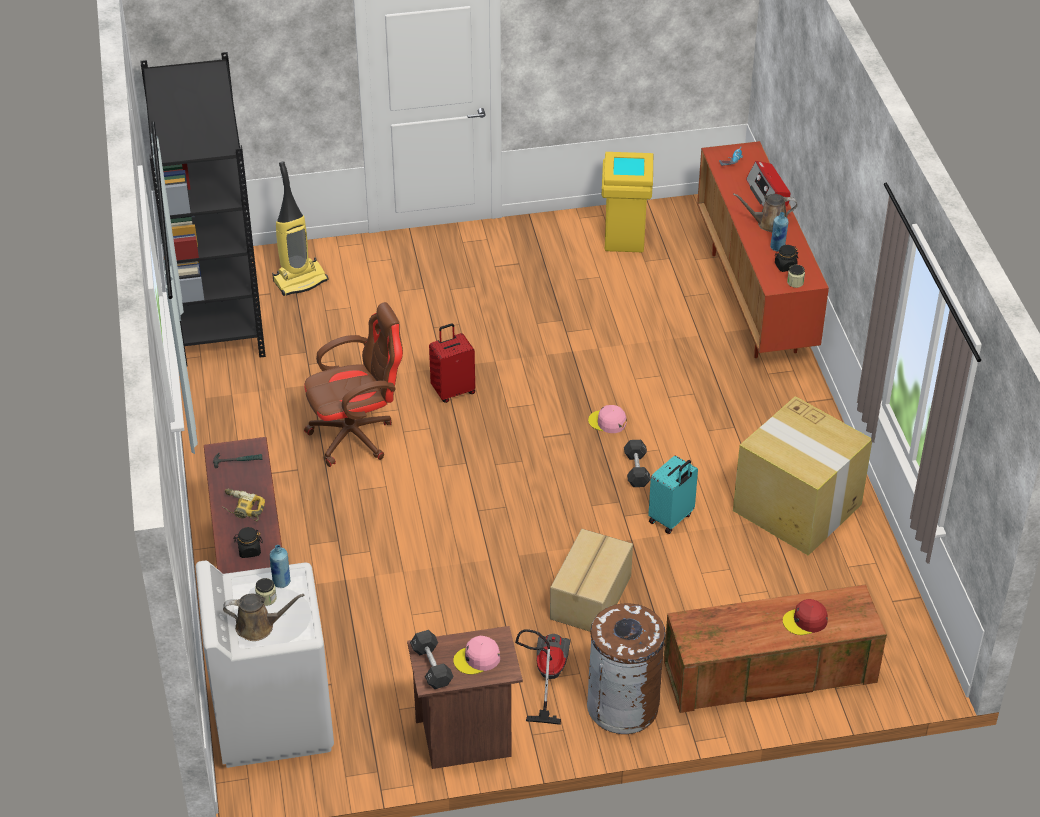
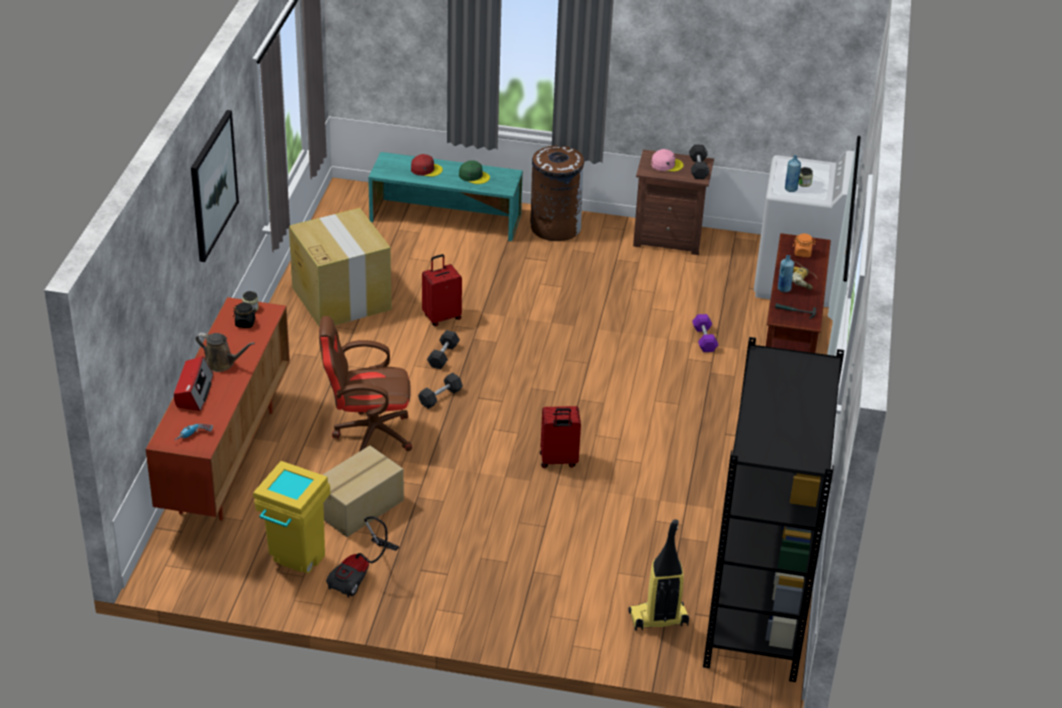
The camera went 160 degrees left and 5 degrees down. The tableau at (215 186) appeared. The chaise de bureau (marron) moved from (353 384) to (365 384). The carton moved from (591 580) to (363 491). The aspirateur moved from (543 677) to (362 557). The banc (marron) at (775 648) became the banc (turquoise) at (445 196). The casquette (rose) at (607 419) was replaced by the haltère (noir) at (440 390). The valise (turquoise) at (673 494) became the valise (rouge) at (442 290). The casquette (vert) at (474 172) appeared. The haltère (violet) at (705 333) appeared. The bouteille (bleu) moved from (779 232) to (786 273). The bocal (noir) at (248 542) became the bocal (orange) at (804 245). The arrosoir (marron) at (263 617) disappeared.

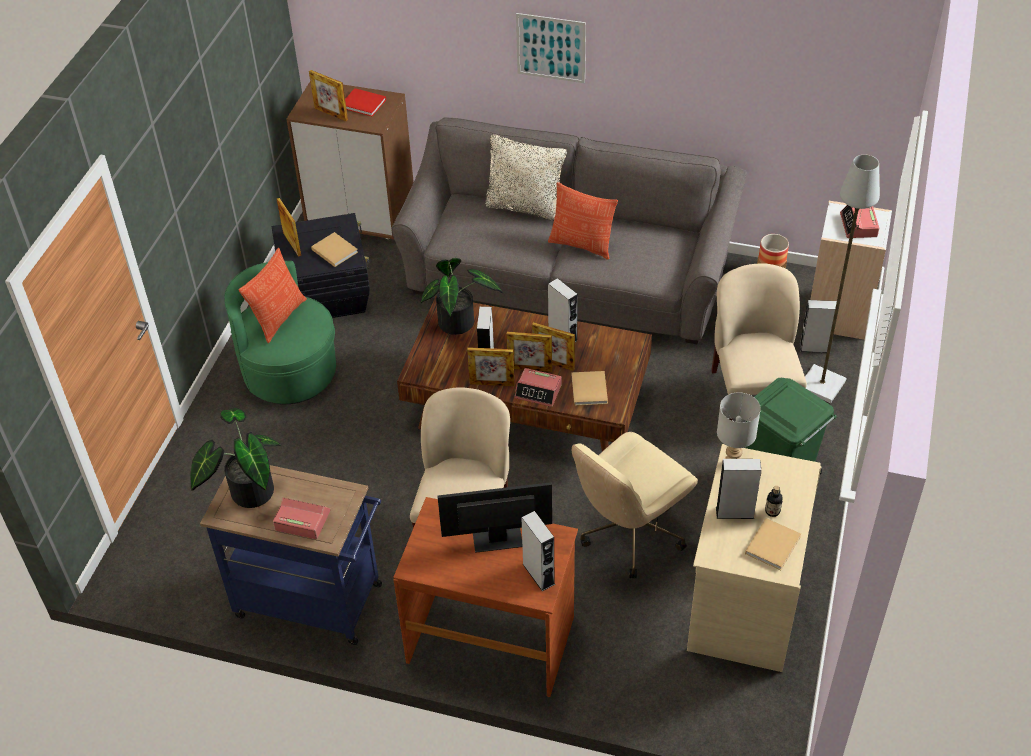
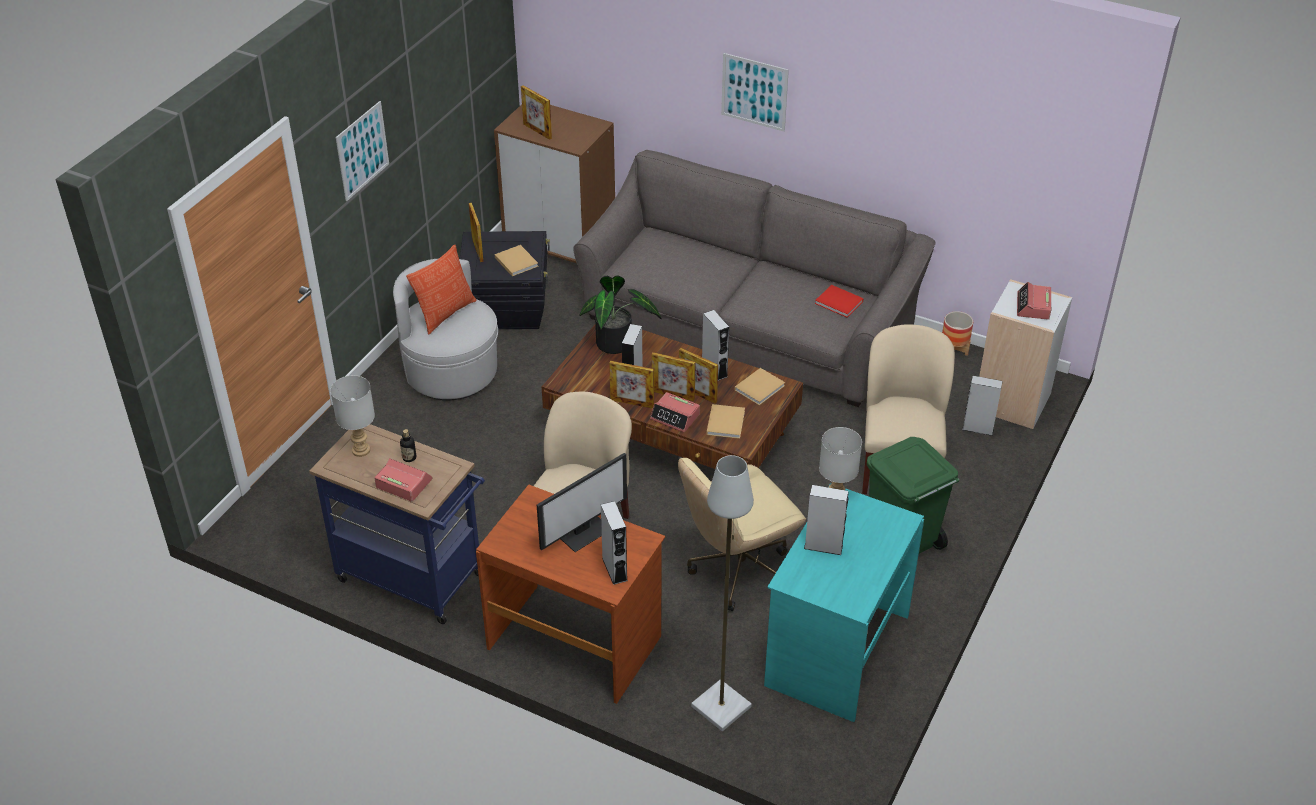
The camera went 10 degrees right and 5 degrees down. The plante en pot at (235 458) was replaced by the lampe de table (gris) at (352 416). The tableau at (362 151) appeared. The fauteuil (vert) at (280 332) became the fauteuil (blanc) at (445 330). The bouteille moved from (774 501) to (408 445). The écran d'ordinateur at (494 517) turned 135 degrees clockwise. The lampadaire (gris) moved from (842 279) to (722 593). The livre (beige) moved from (773 544) to (760 386). The bureau (beige) at (754 558) became the bureau (turquoise) at (844 602). The livre (rouge) moved from (365 102) to (839 301). The coussin (beige) at (526 178) disappeared. The coussin (orange) at (583 221) disappeared.

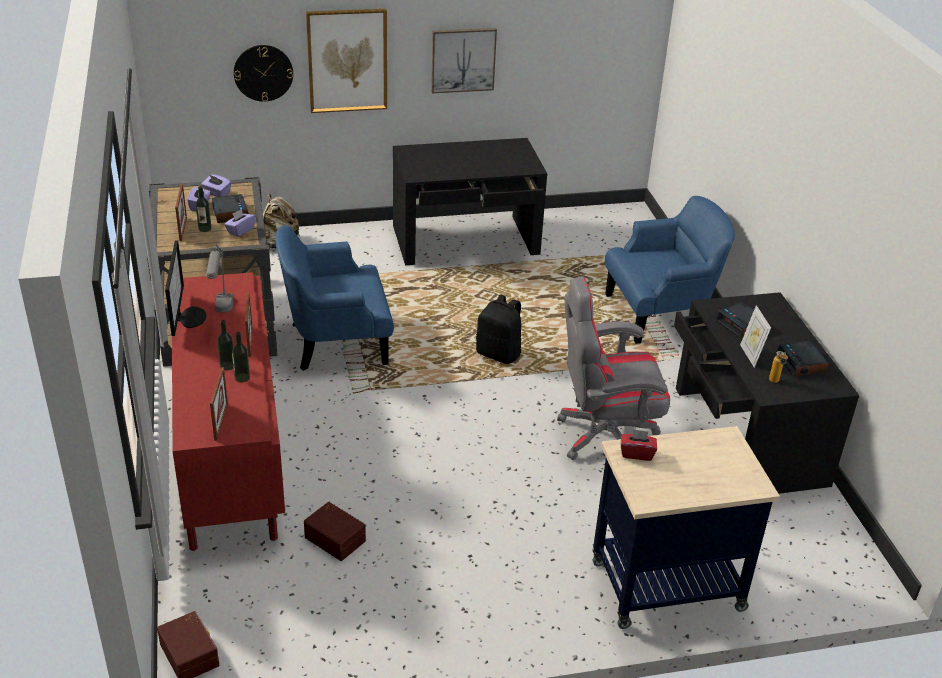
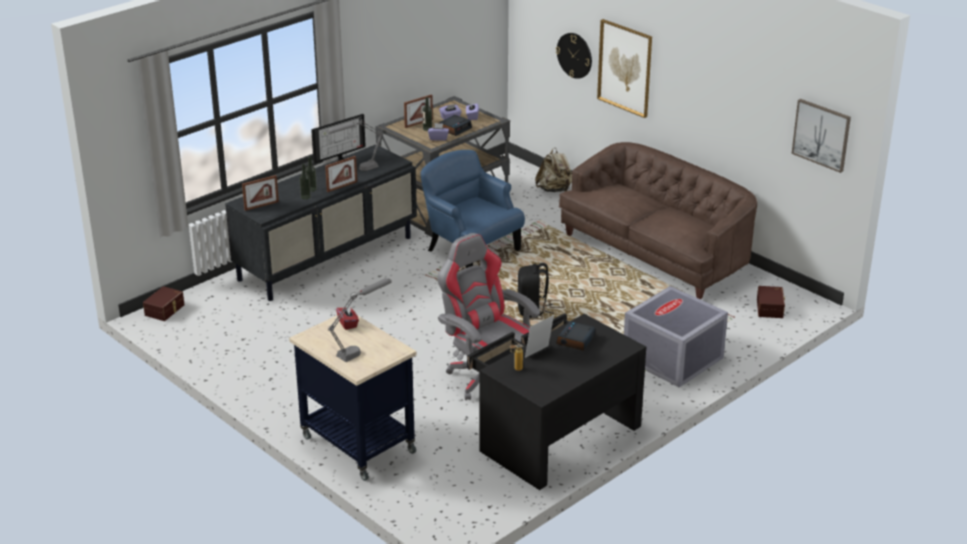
The camera went 60 degrees right and 5 degrees down. The meuble de rangement (rouge) at (228 411) became the meuble de rangement (noir) at (321 222). The lampe de table (gris) at (360 320) appeared. The bureau (noir) at (470 201) was replaced by the canapé (marron) at (658 220). The fauteuil (bleu) at (670 270) was replaced by the boîte de rangement (gris) at (676 336). The boîte de rangement (marron) moved from (335 531) to (771 302). The tableau moved from (464 60) to (821 136). The réveil at (802 359) disappeared.

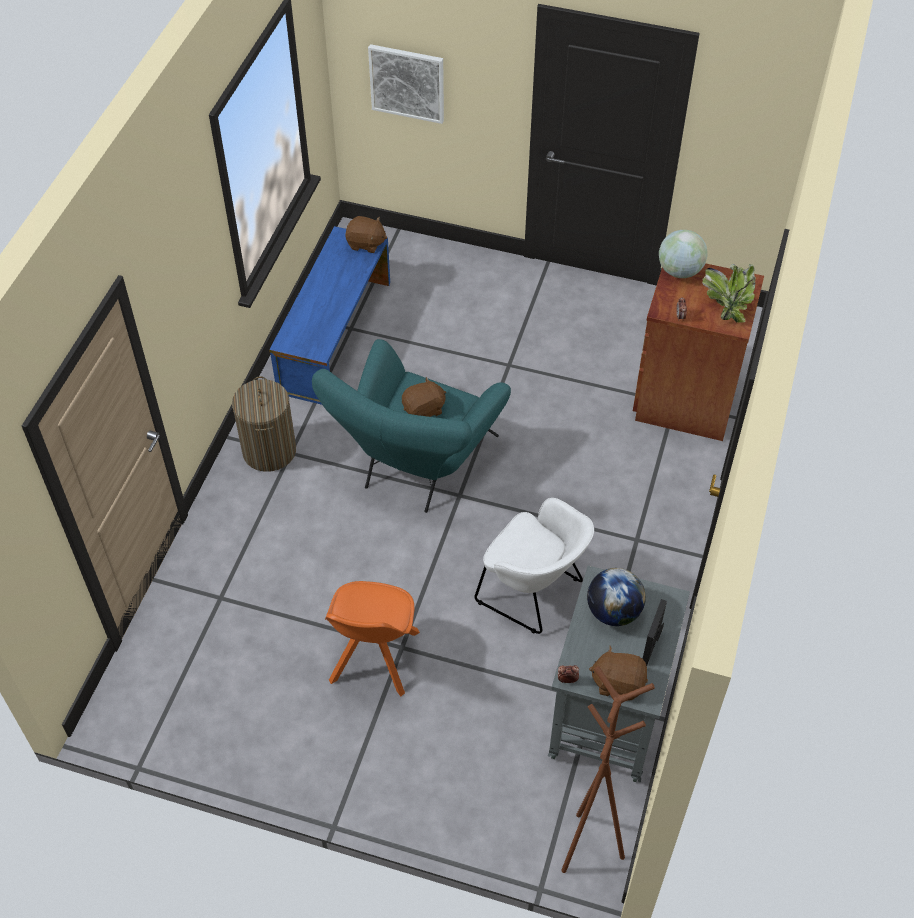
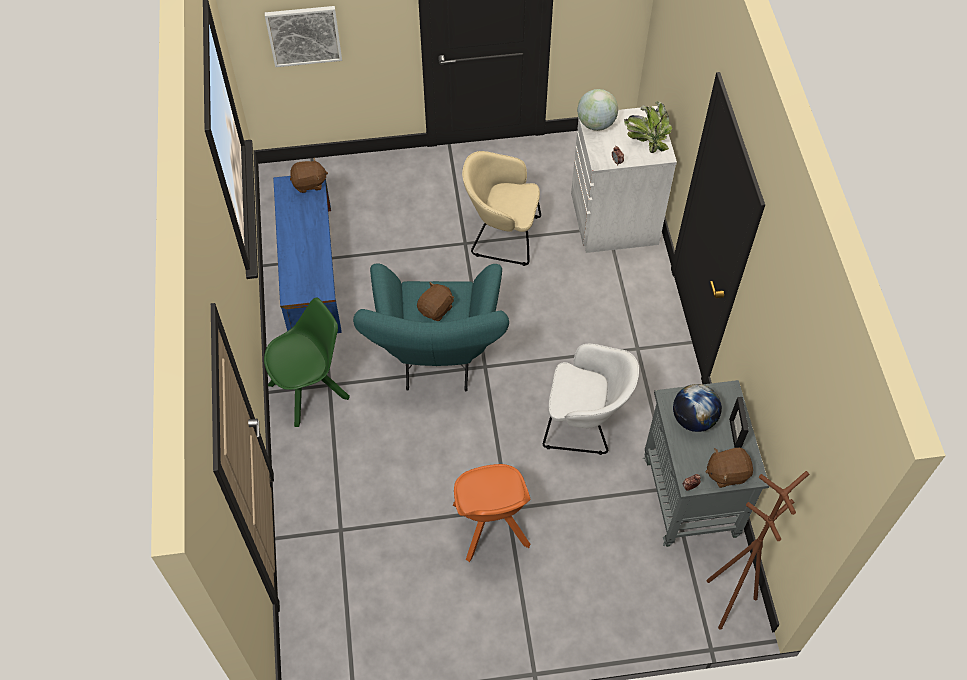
The camera went 25 degrees left and 5 degrees up. The panier à linge at (264 424) was replaced by the chaise (vert) at (307 362). The fauteuil (beige) at (501 208) appeared. The commode (marron) at (698 352) became the commode (blanc) at (624 179).

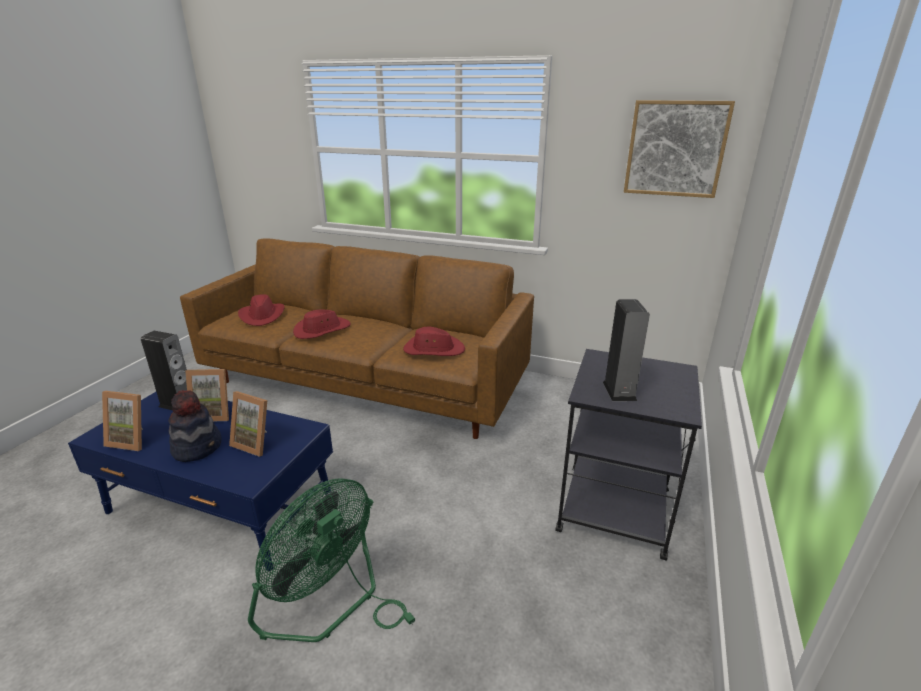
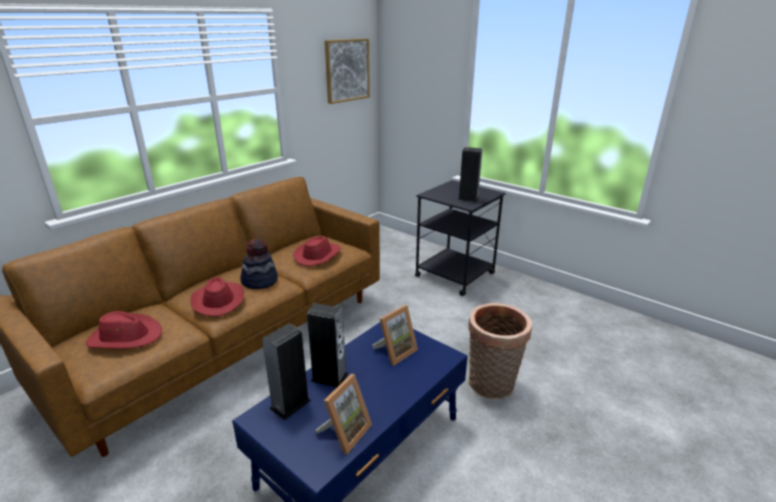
The camera went 70 degrees left and 0 degrees up. The chapeau moved from (195 426) to (259 264). The cadre photo at (207 395) was replaced by the enceinte at (327 345). The ventilateur (vert) at (331 560) was replaced by the panier at (500 351).

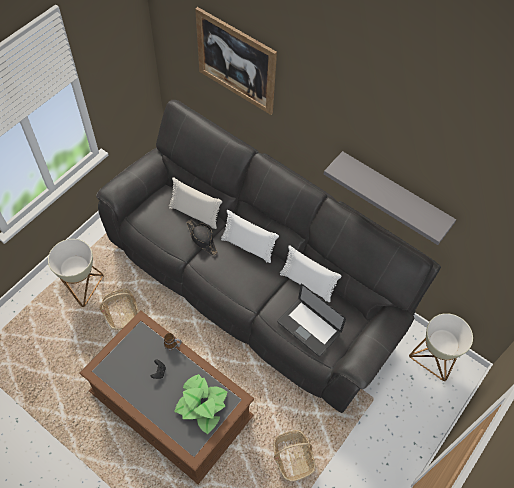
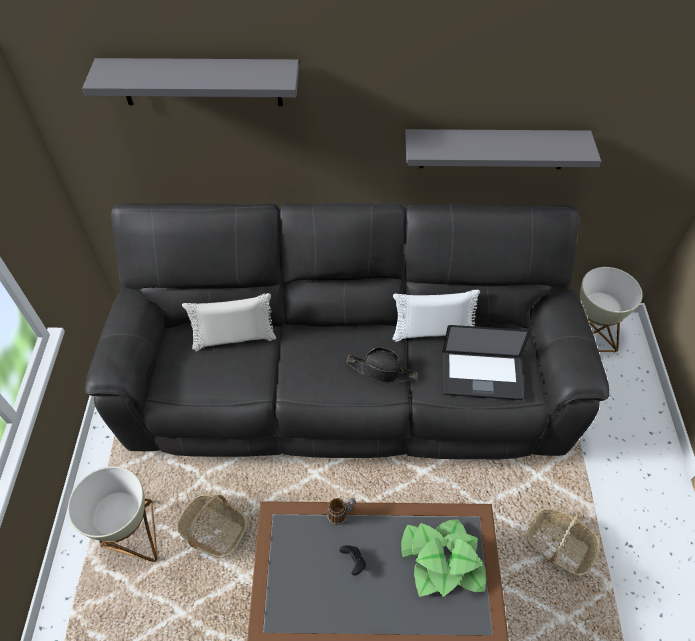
The camera went 35 degrees left and 5 degrees down. The tableau at (236 61) was replaced by the étagère (gris) at (190 82). The chapeau (noir) moved from (202 238) to (382 365). The coussin (blanc) at (250 236) disappeared.

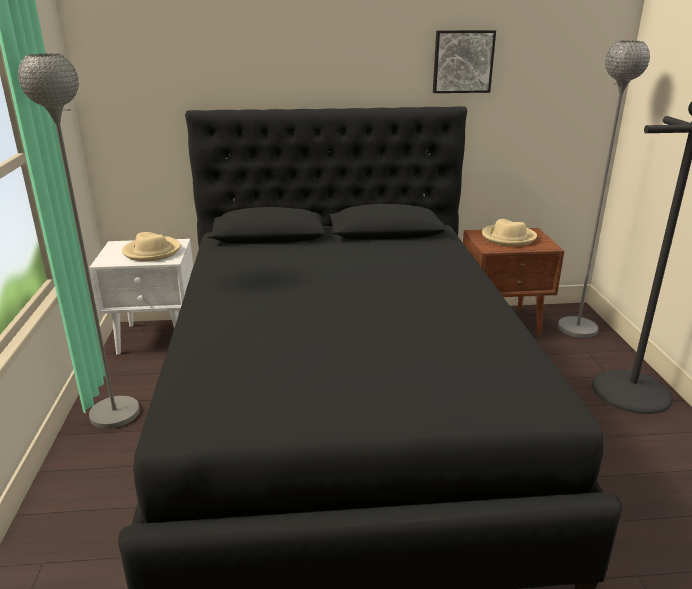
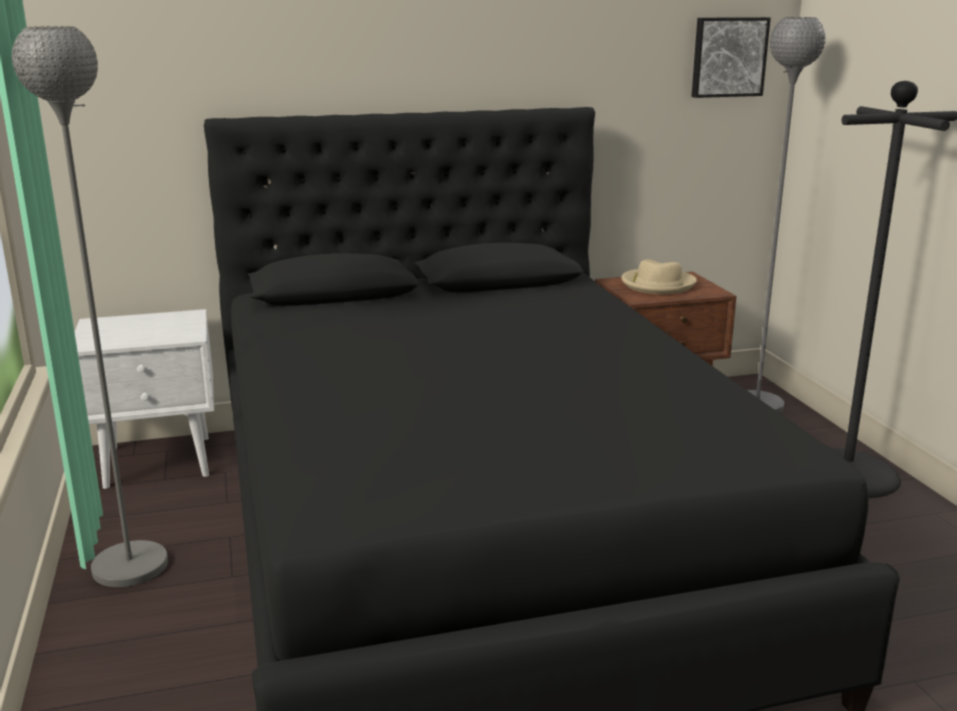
The camera went 10 degrees left and 5 degrees down. The tableau moved from (464 61) to (731 57). The chapeau (beige) at (151 246) disappeared.

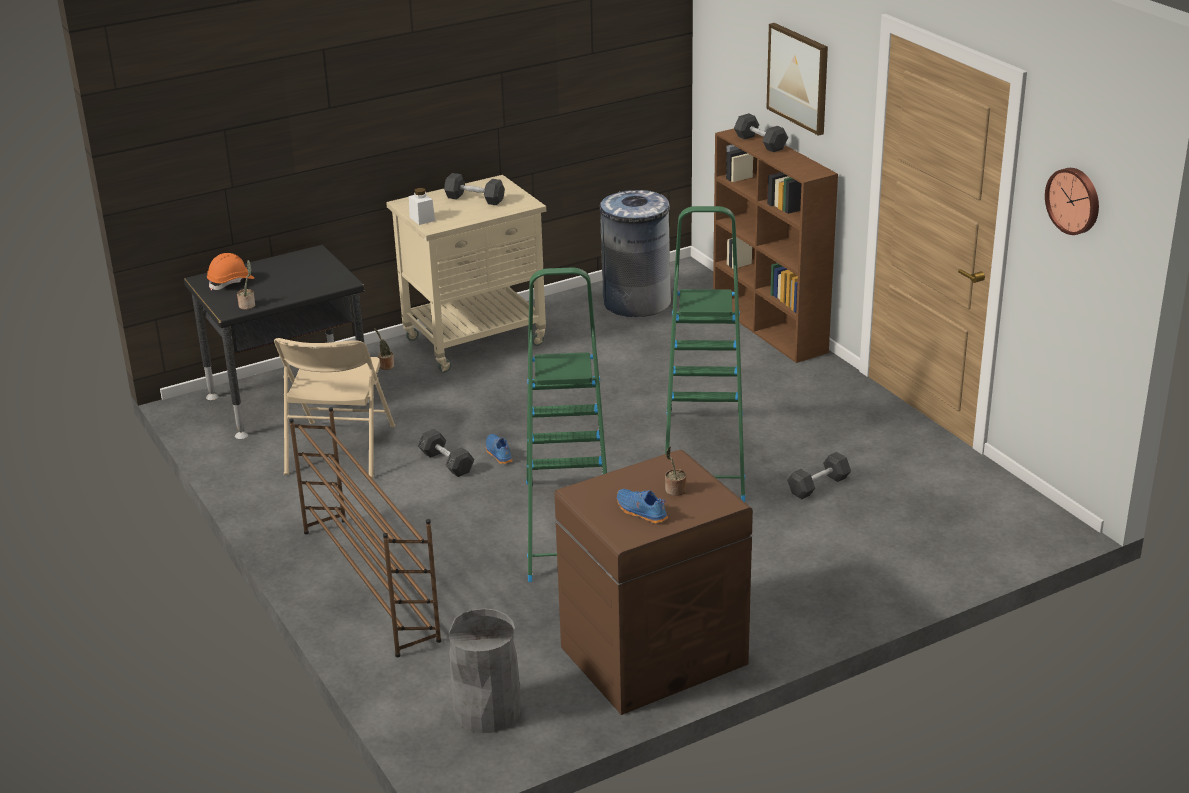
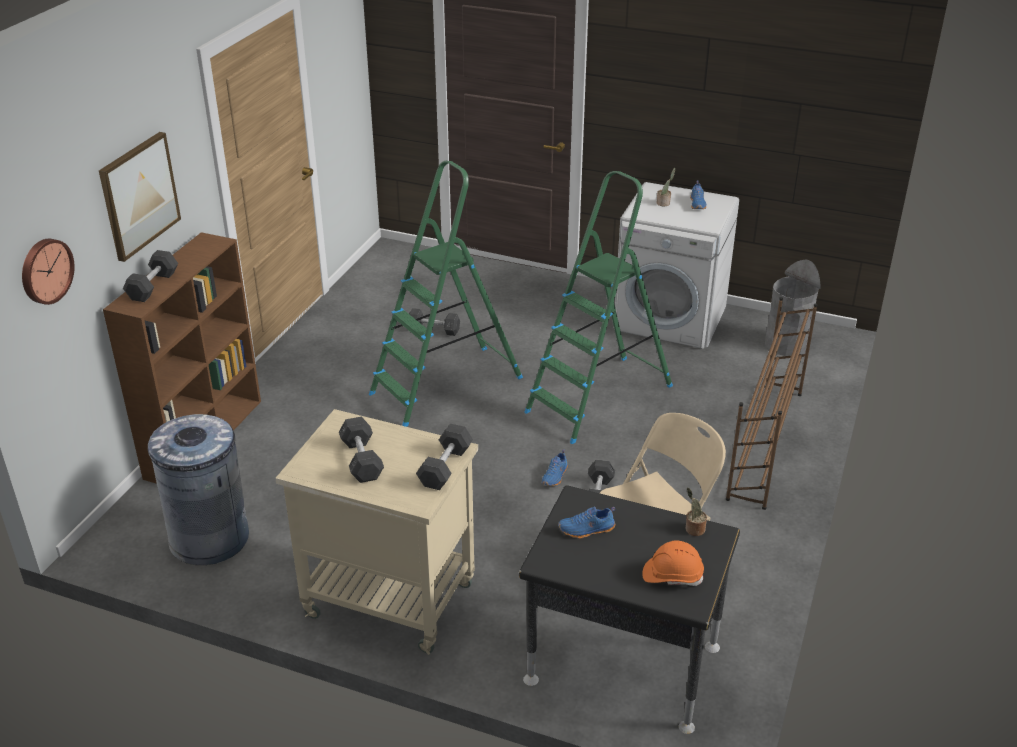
The camera went 130 degrees left and 5 degrees up. The horloge murale moved from (1072 201) to (48 272). The bocal (blanc) at (422 206) was replaced by the haltère (gris) at (444 457). The chaussure (bleu) at (586 523) appeared. The lave-linge (marron) at (653 582) became the lave-linge (blanc) at (677 265). The plante en pot at (384 349) disappeared.

